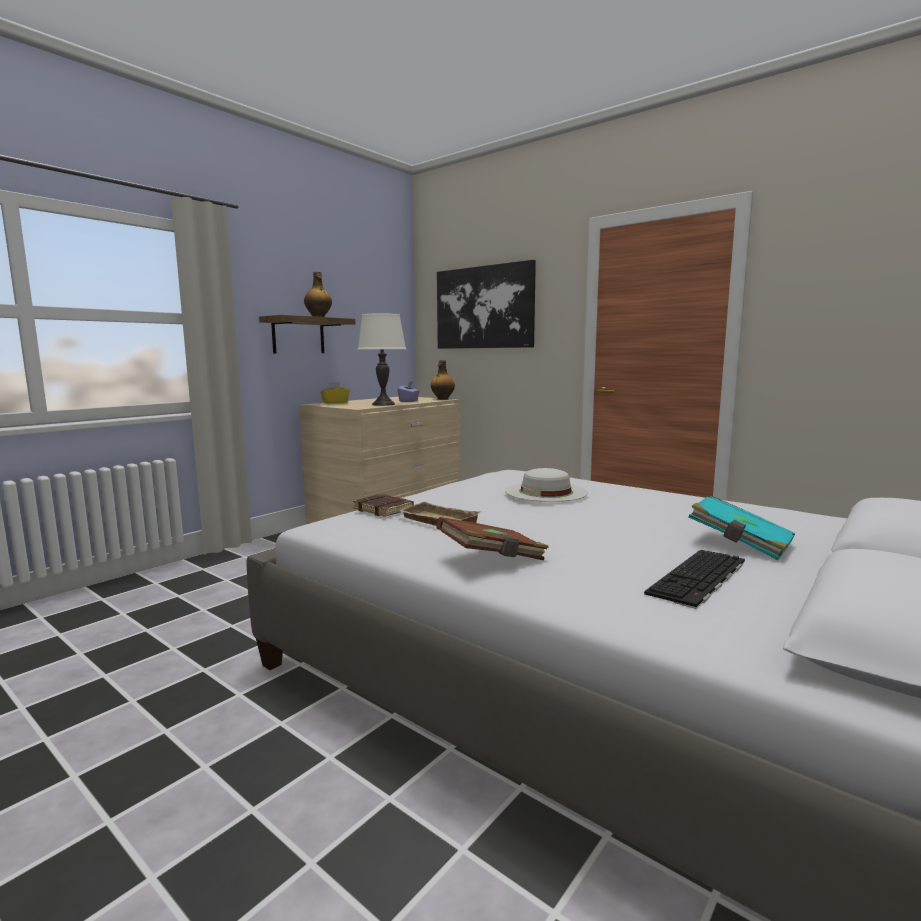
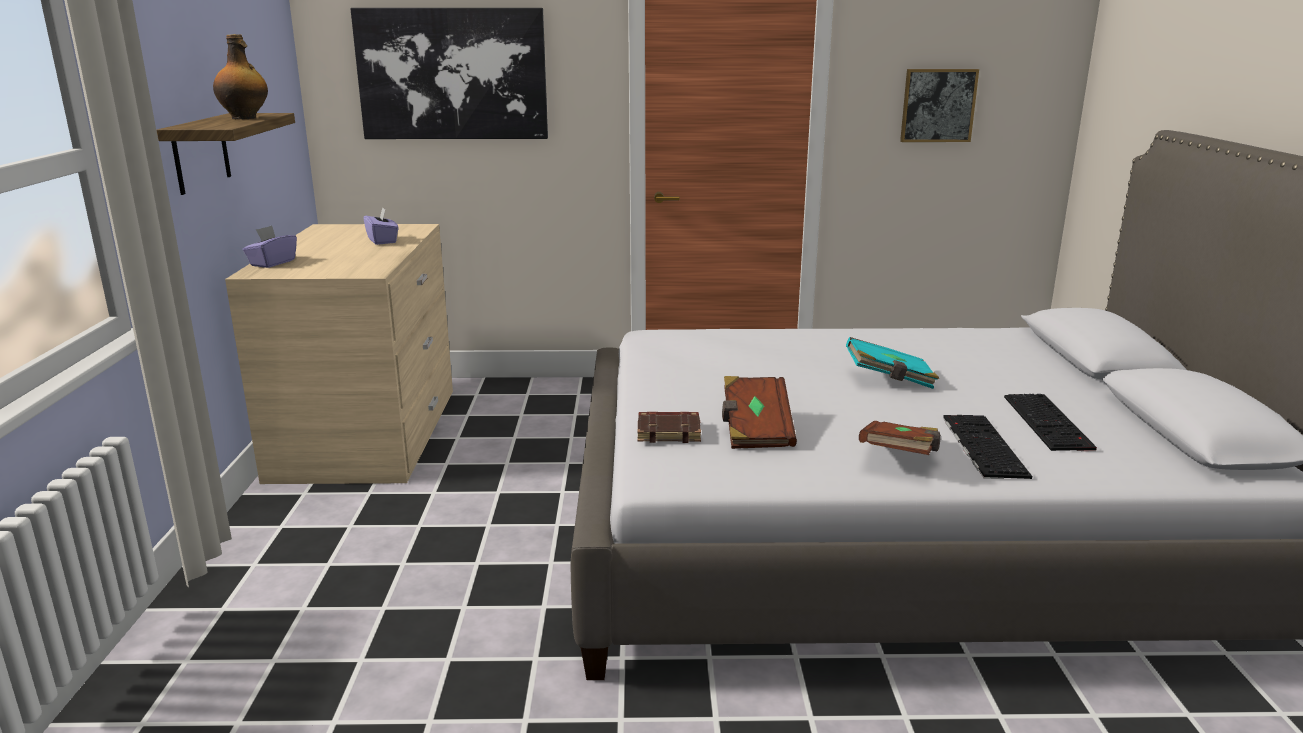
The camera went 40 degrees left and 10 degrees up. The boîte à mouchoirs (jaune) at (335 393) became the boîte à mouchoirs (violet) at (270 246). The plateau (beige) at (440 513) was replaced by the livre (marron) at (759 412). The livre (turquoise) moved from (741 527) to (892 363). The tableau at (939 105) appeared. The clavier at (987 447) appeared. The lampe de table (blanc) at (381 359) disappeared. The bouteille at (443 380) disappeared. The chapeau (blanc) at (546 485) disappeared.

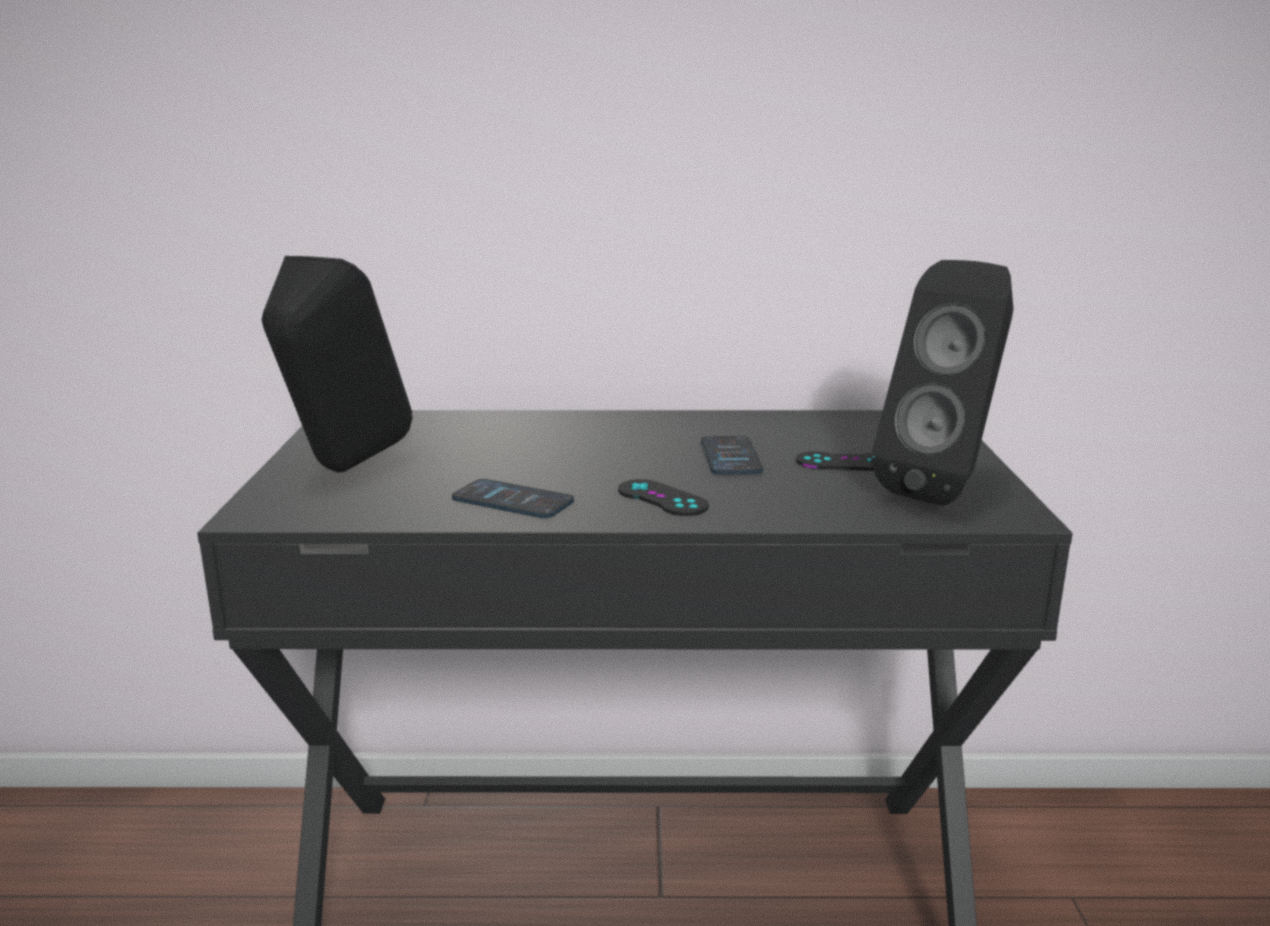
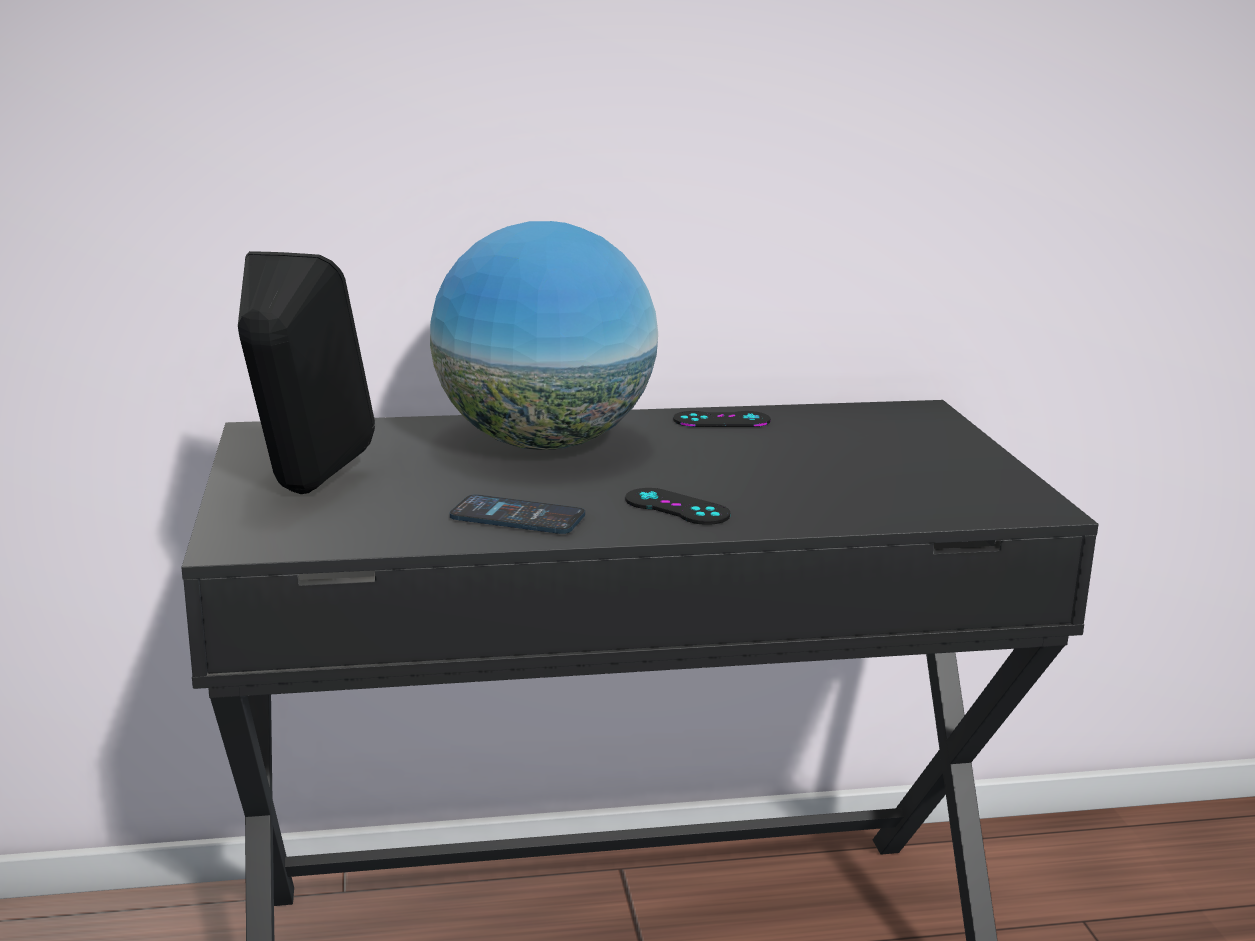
The camera went 10 degrees left and 0 degrees up. The globe at (544 335) appeared. The manette (noir) moved from (835 461) to (722 419). The téléphone at (732 455) disappeared. The enceinte (noir) at (942 383) disappeared.

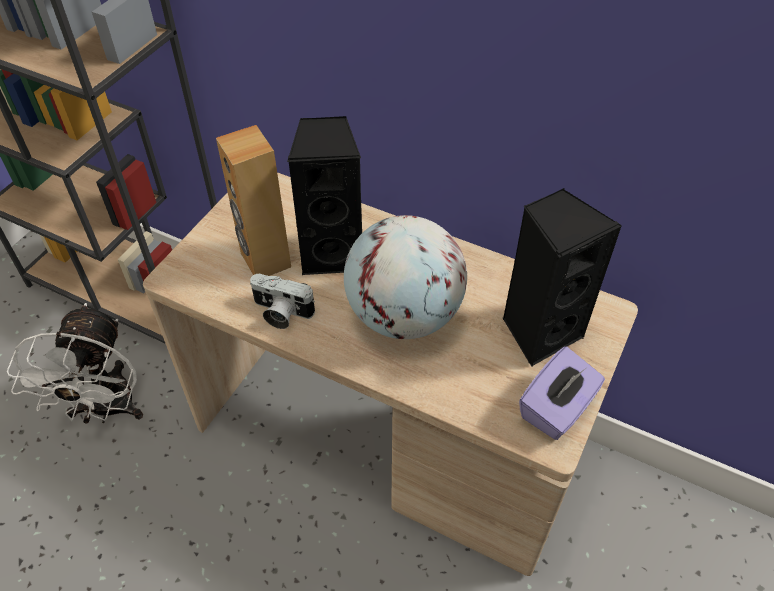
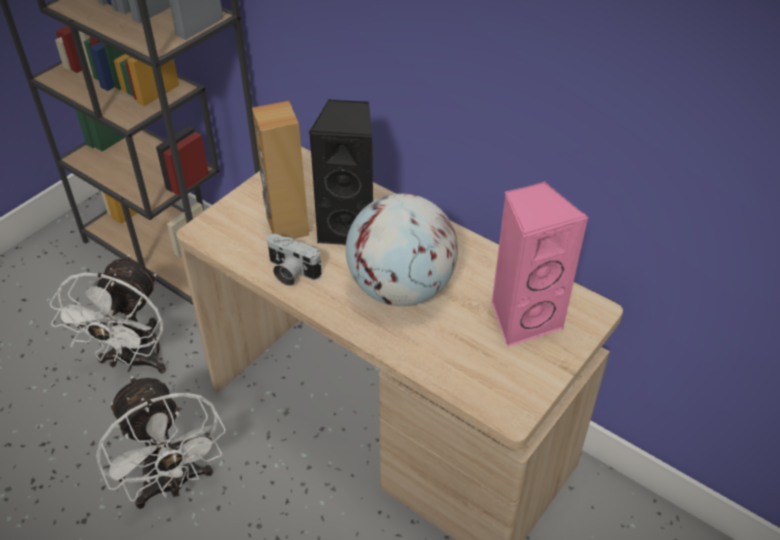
The camera went 10 degrees right and 5 degrees down. The ventilateur (blanc) at (161 442) appeared. The enceinte (noir) at (562 277) became the enceinte (rose) at (539 264). The boîte à mouchoirs (violet) at (562 393) disappeared.

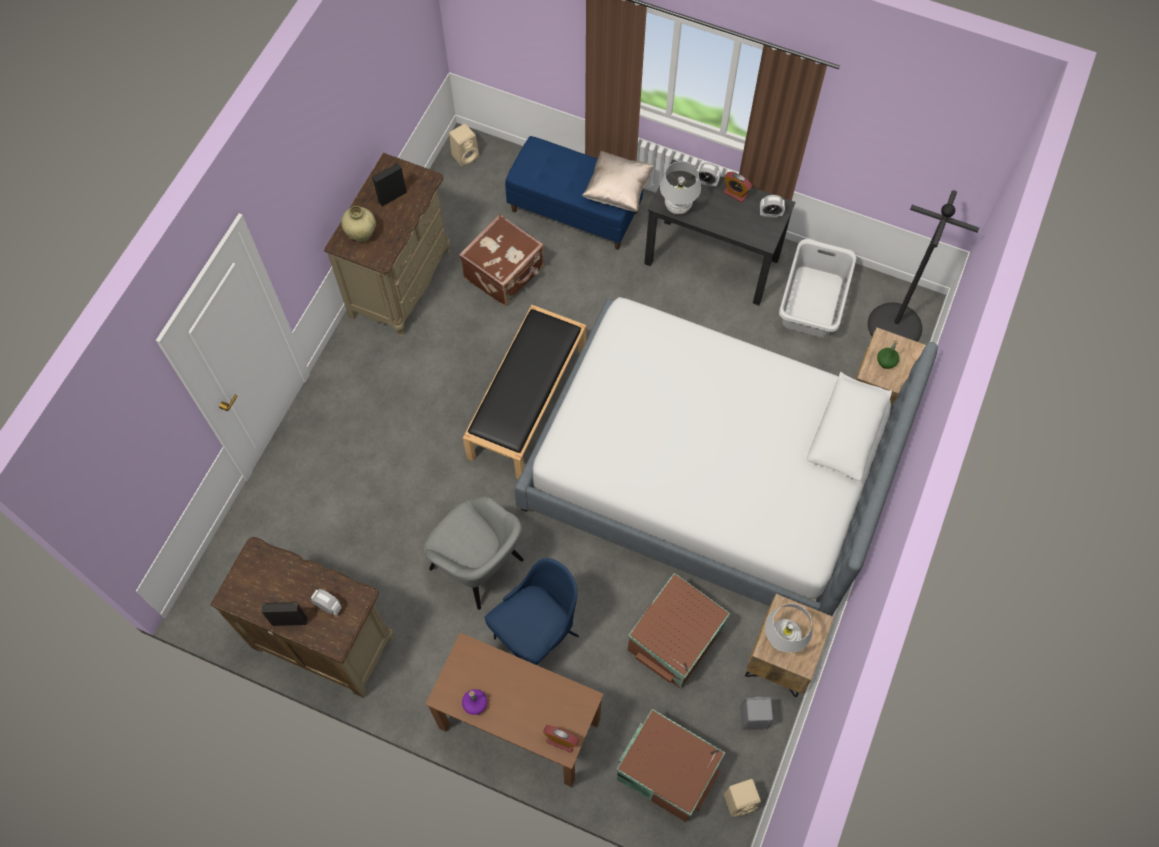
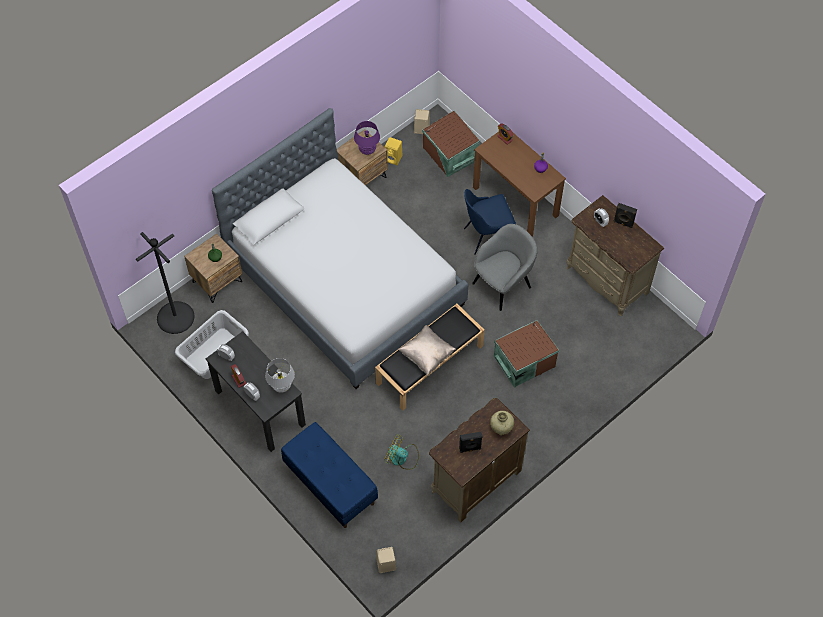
The camera went 155 degrees left and 5 degrees down. The lampe de table (blanc) at (789 628) became the lampe de table (violet) at (367 138). The enceinte (gris) at (756 713) became the enceinte (jaune) at (393 151). The valise (marron) at (501 260) was replaced by the ventilateur at (401 451). The coussin (beige) moved from (618 181) to (427 350). The fauteuil (gris) at (474 553) turned 75 degrees clockwise. The boîte de rangement (marron) moved from (679 631) to (526 354).

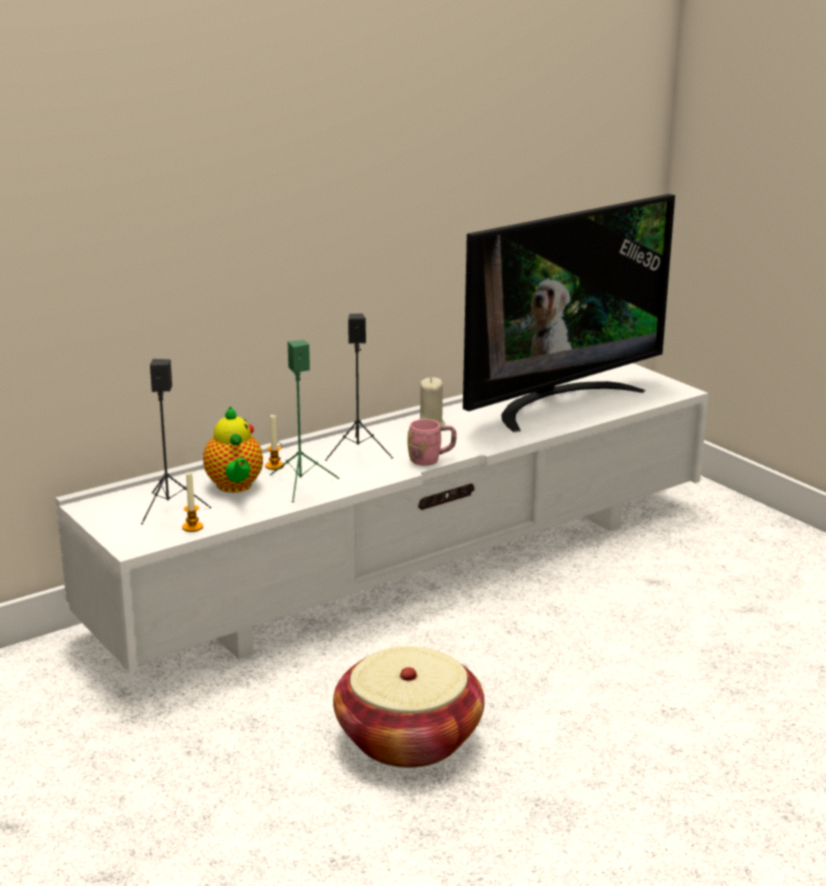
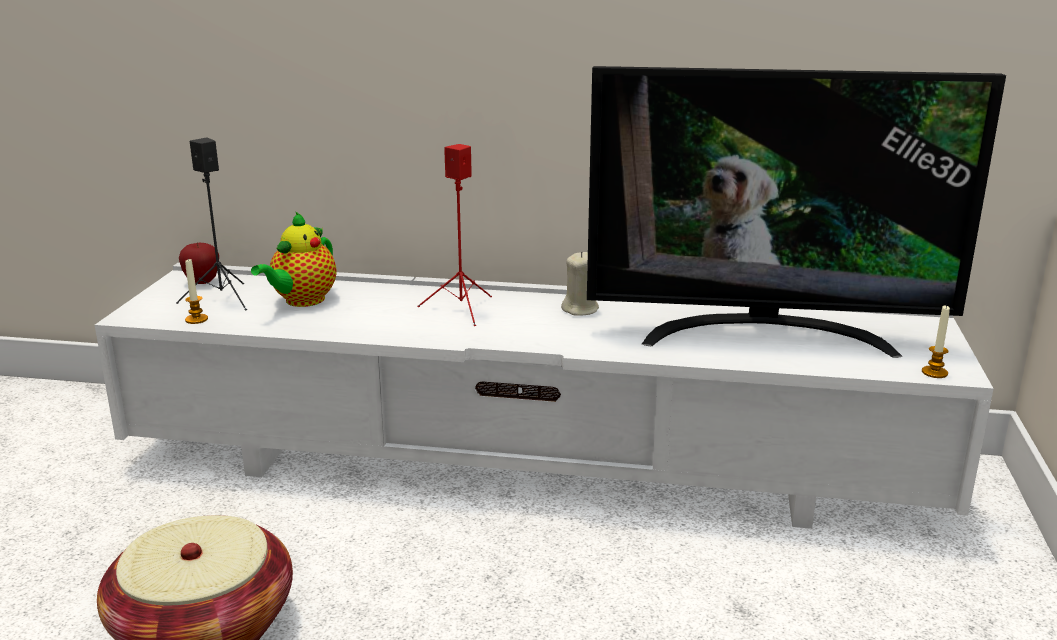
The camera went 45 degrees right and 0 degrees up. The pomme at (199 263) appeared. The enceinte (noir) at (359 387) became the enceinte (rouge) at (455 235). The bougie moved from (274 442) to (936 341). The enceinte (vert) at (304 421) disappeared. The mug (rose) at (432 442) disappeared.

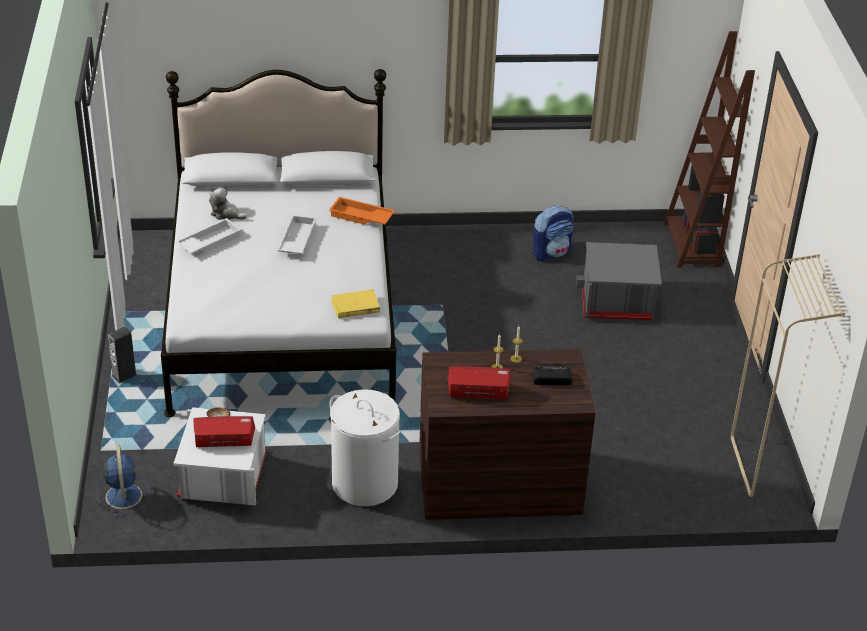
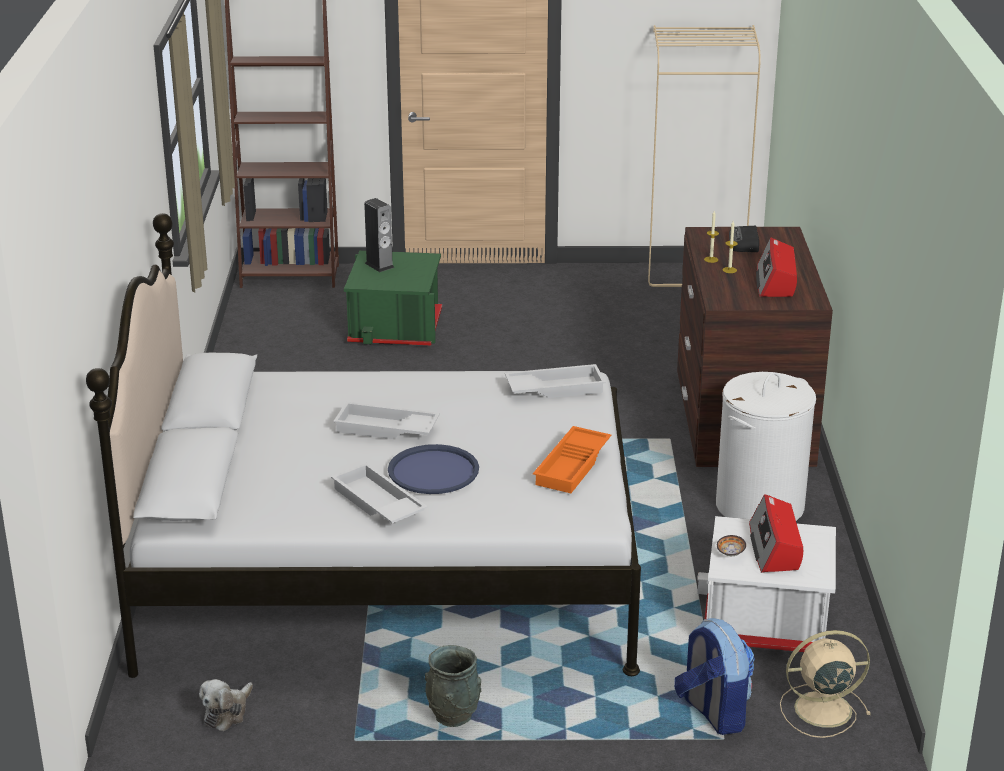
The camera went 85 degrees left and 10 degrees down. The peluche moved from (228 204) to (226 705). The boîte de rangement (gris) at (619 281) became the boîte de rangement (vert) at (393 297). The enceinte moved from (122 354) to (379 235). The plateau (bleu) at (433 469) appeared. The vase (gris) at (453 686) appeared. The livre (jaune) at (355 303) was replaced by the plateau (blanc) at (555 381). The plateau (orange) moved from (362 211) to (572 459). The sac à dos moved from (553 233) to (714 676). The ventilateur (bleu) at (123 481) became the ventilateur (beige) at (825 684).

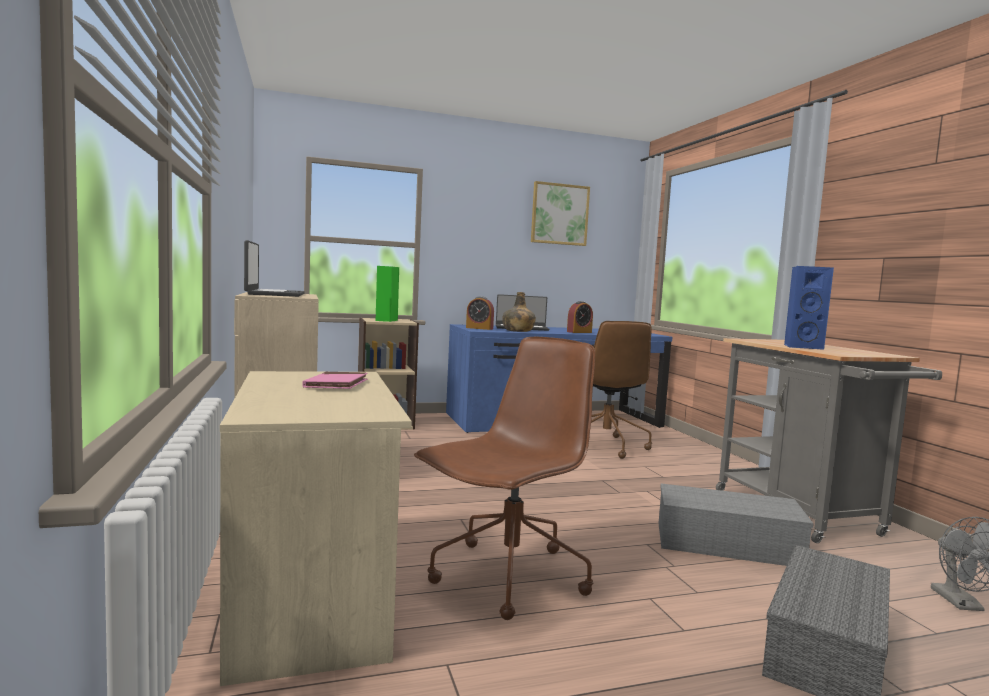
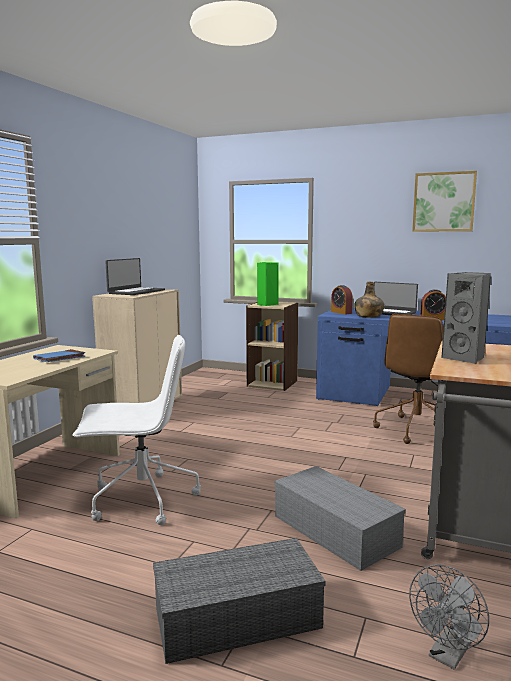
The camera went 40 degrees right and 5 degrees up. The livre (rose) at (334 380) became the livre (bleu) at (59 355). The chaise de bureau (marron) at (504 478) became the chaise de bureau (blanc) at (136 430). The enceinte (bleu) at (809 308) became the enceinte (gris) at (466 318).

